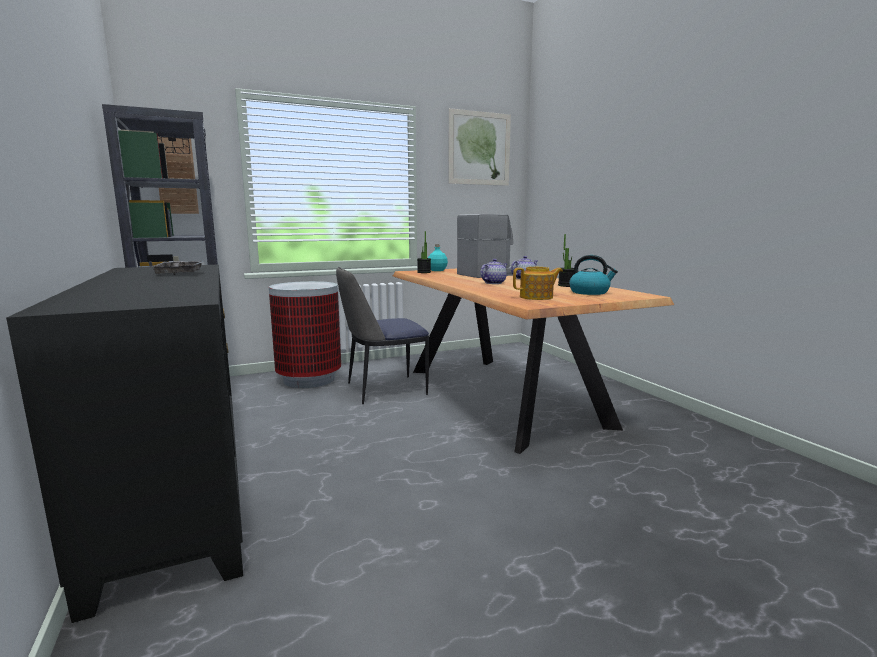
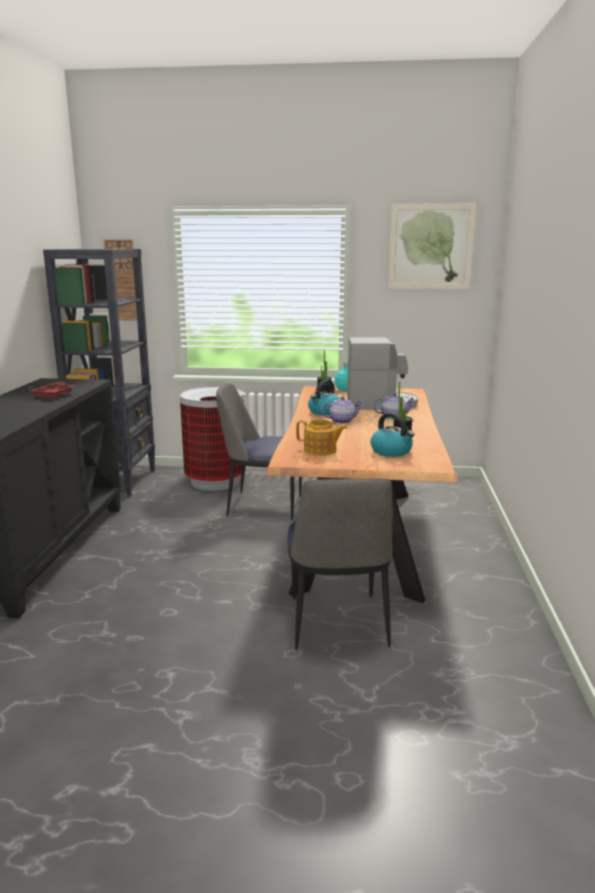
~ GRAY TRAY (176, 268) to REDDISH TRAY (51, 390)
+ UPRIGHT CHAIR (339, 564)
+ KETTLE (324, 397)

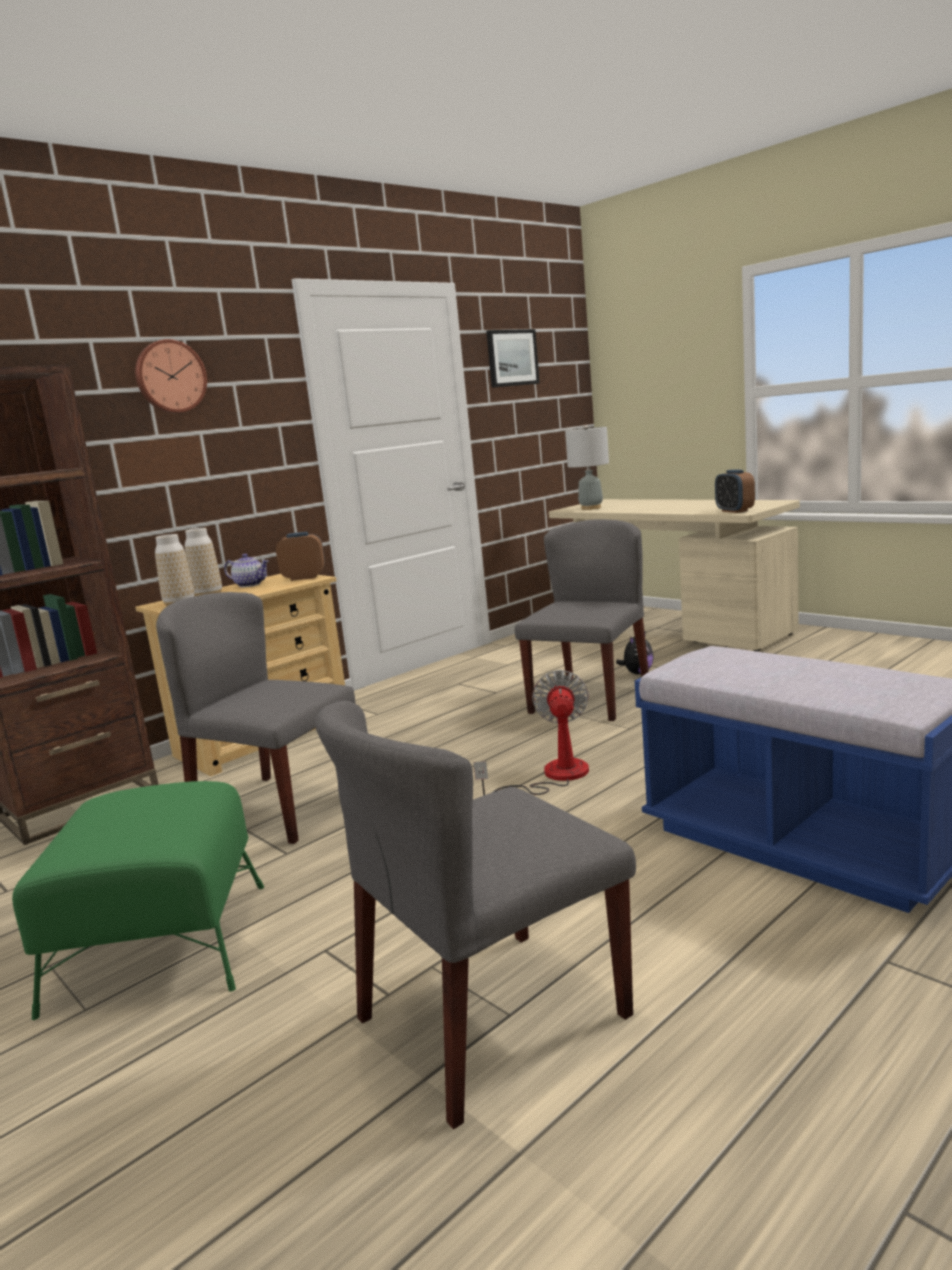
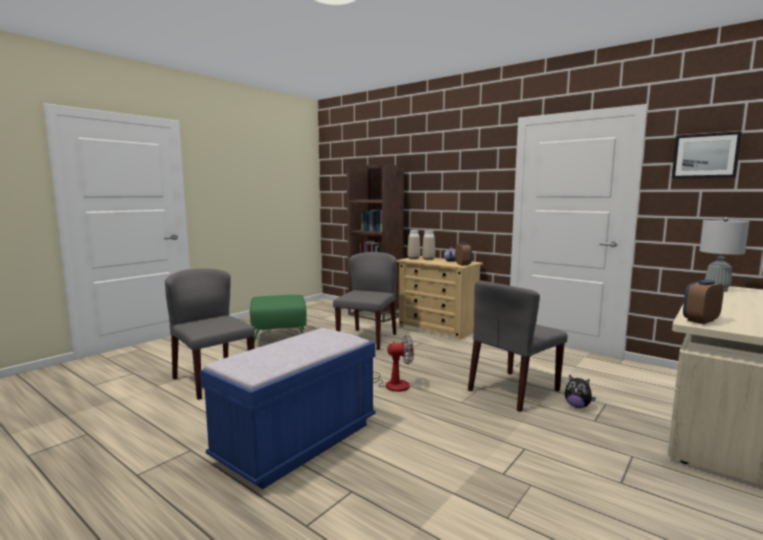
- CLOCK ON THE WALL (171, 376)
~ GRAY UPRIGHT CHAIR (582, 620) = (518, 346) 120 degrees clockwise

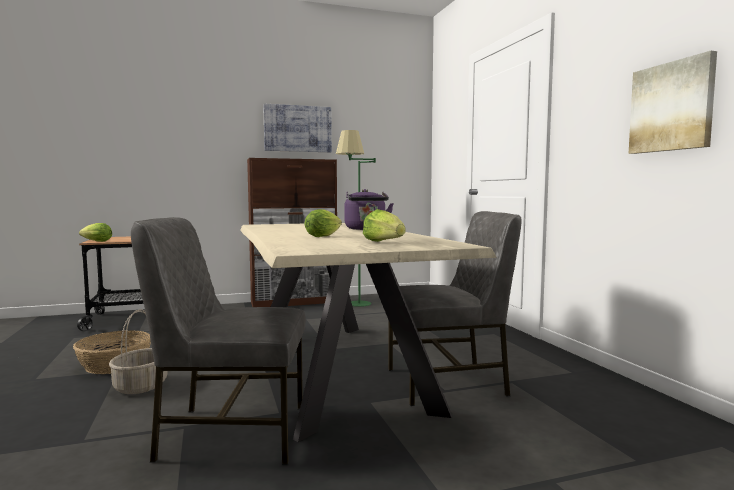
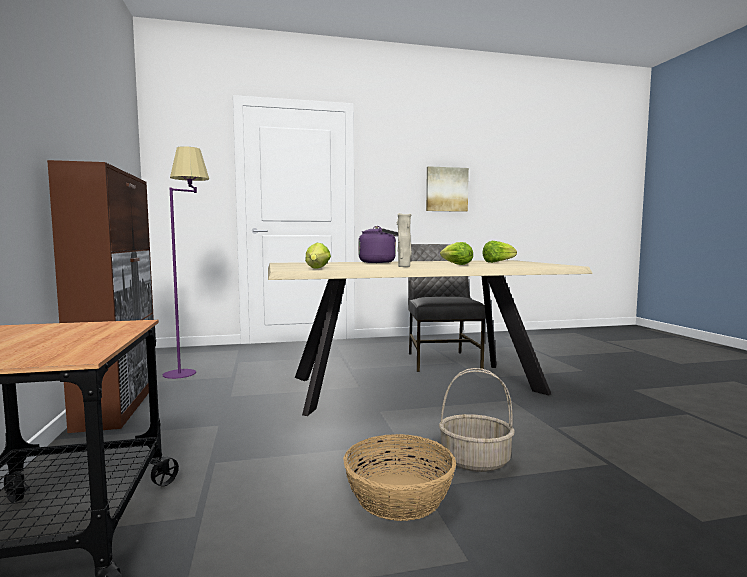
~ LETTUCE (95, 232) to (318, 256)
- GRAY UPRIGHT CHAIR (218, 341)
- PICTURE (297, 128)
~ GREEN-COLOURED FLOOR LAMP (356, 218) to PURPLE-COLOURED FLOOR LAMP (186, 262)
+ BEIGE DECORATIVE VASE (404, 240)

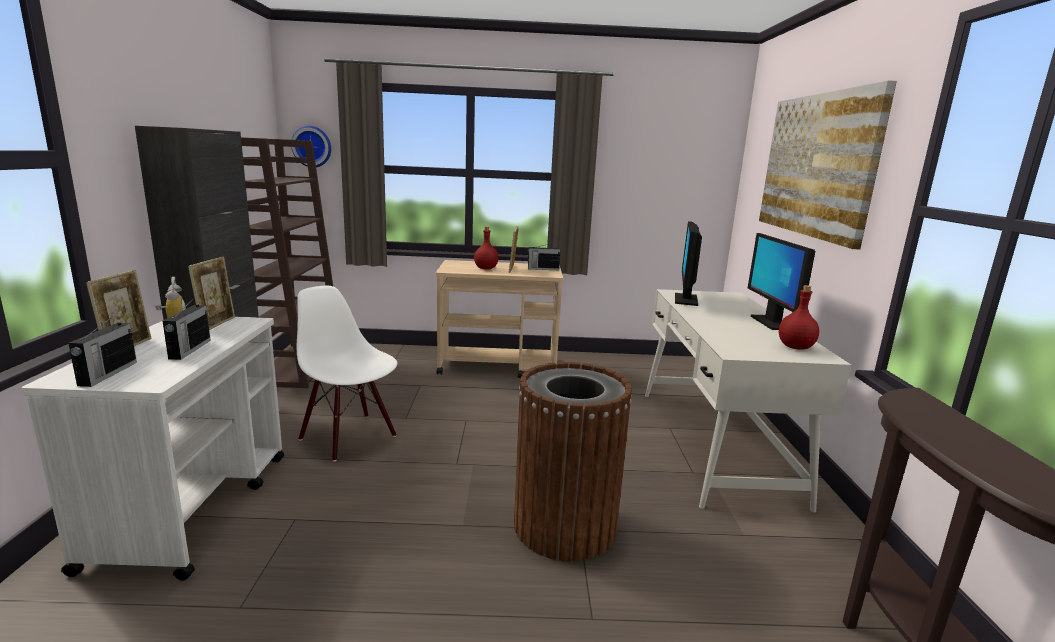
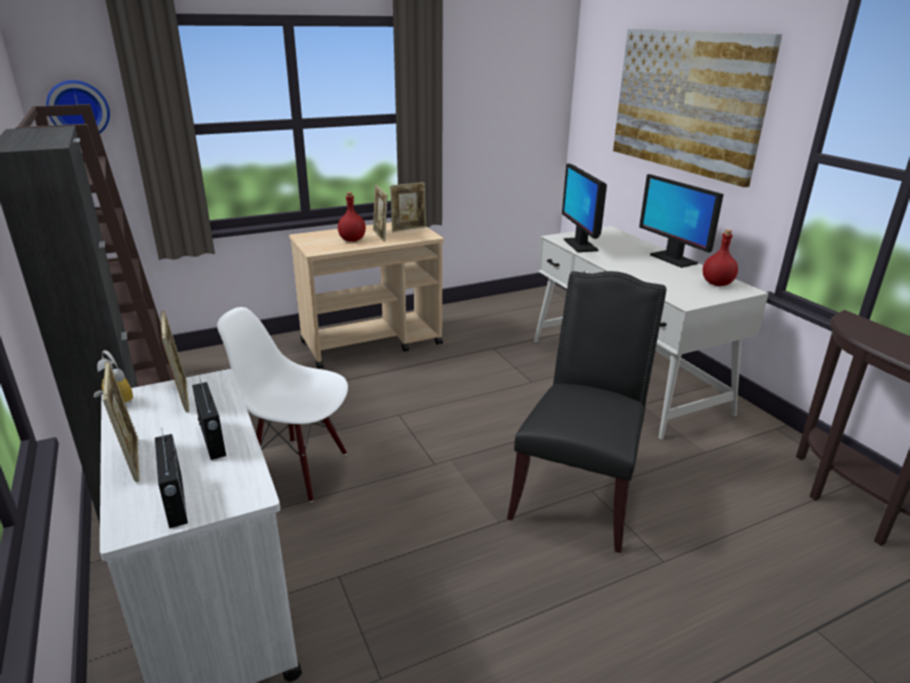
~ BROWNISH TRASH CAN (573, 462) to BLACKISH UPRIGHT CHAIR (586, 412)
~ RADIO (544, 256) to PHOTO FRAME (408, 207)

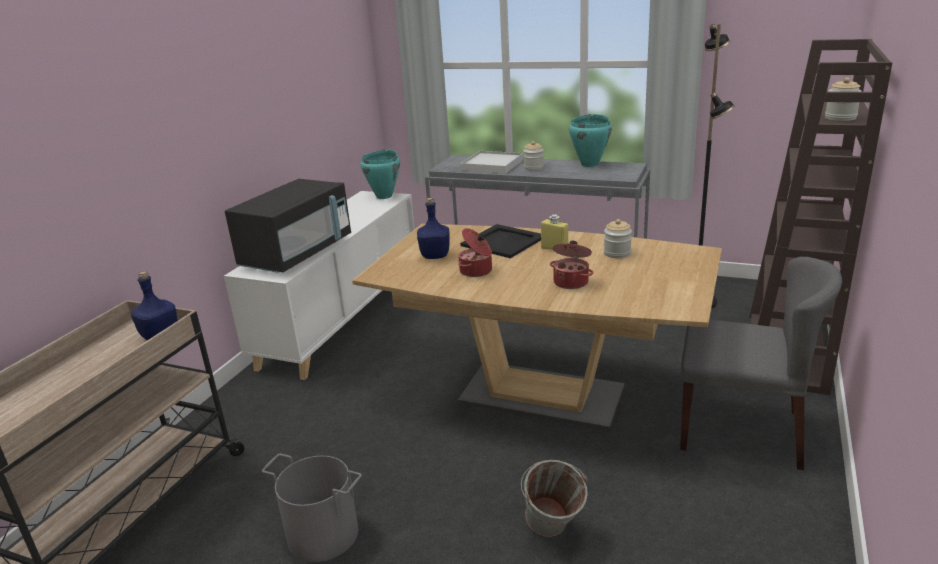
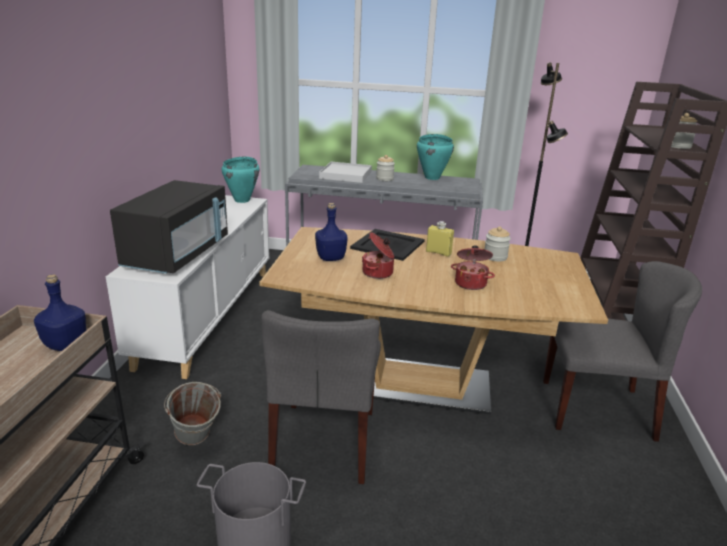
~ GRAY WATER BUCKET (554, 498) to (192, 413)
+ GRAY UPRIGHT CHAIR (321, 397)

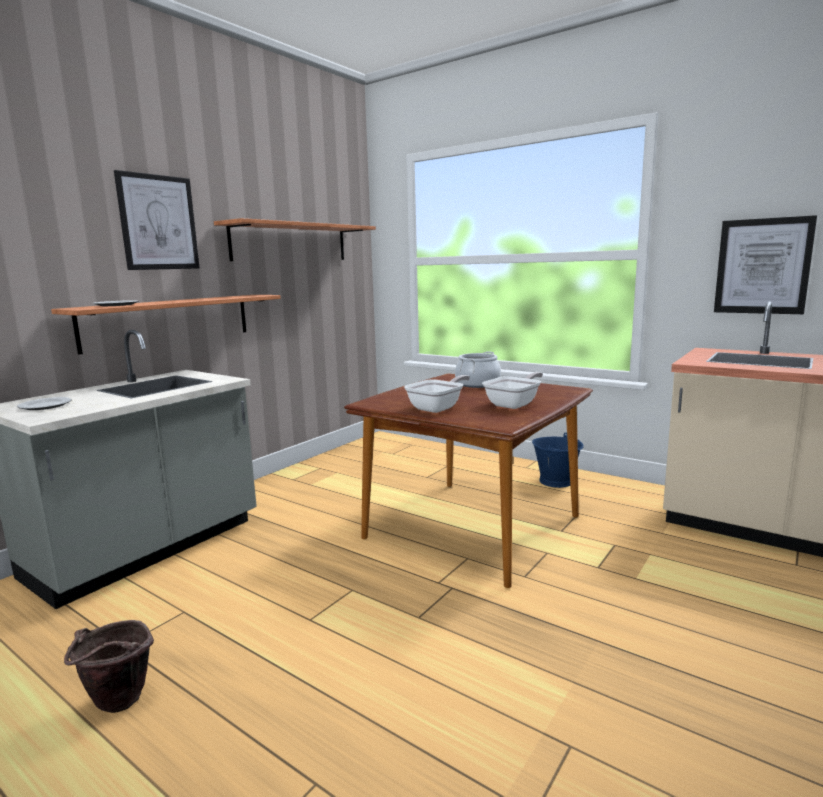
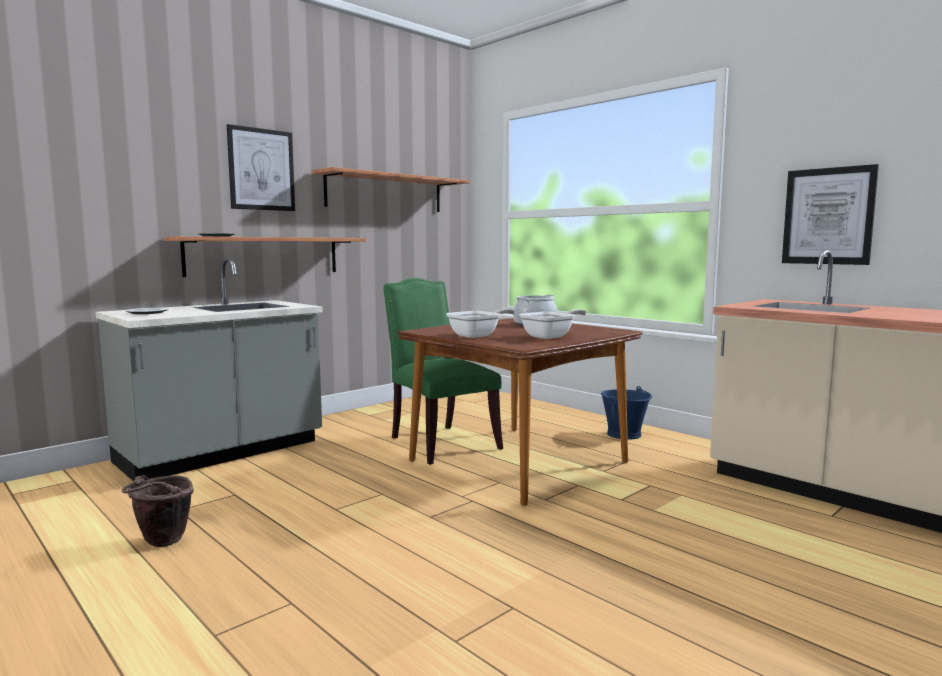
+ GREEN-COLOURED UPRIGHT CHAIR (443, 371)

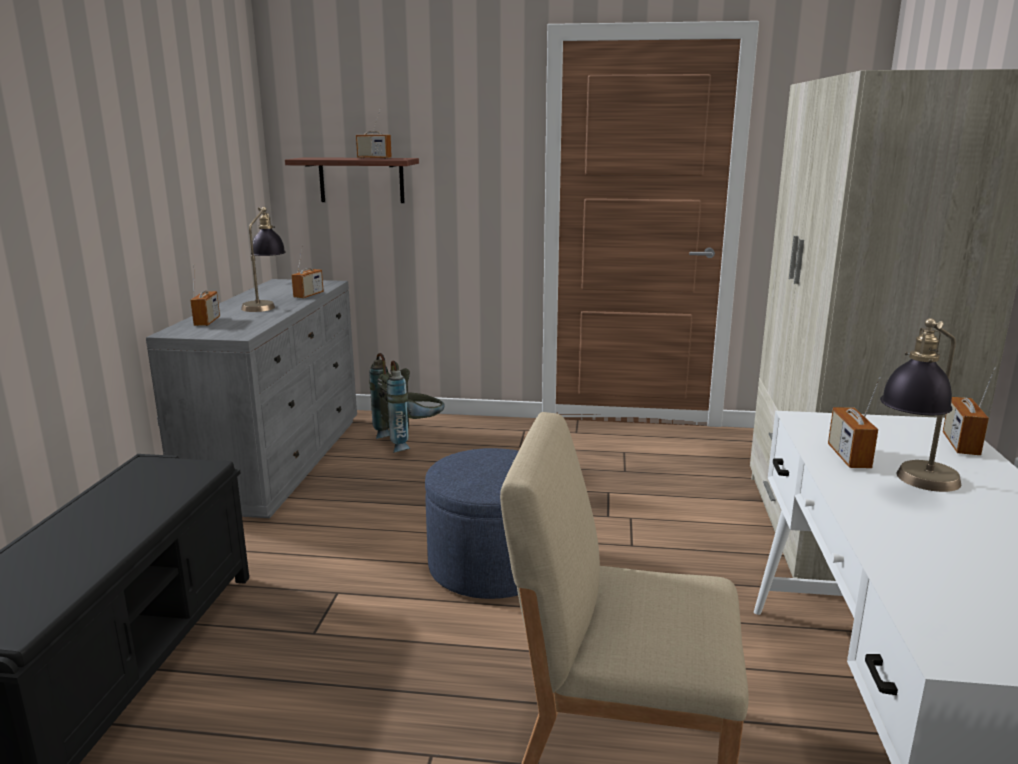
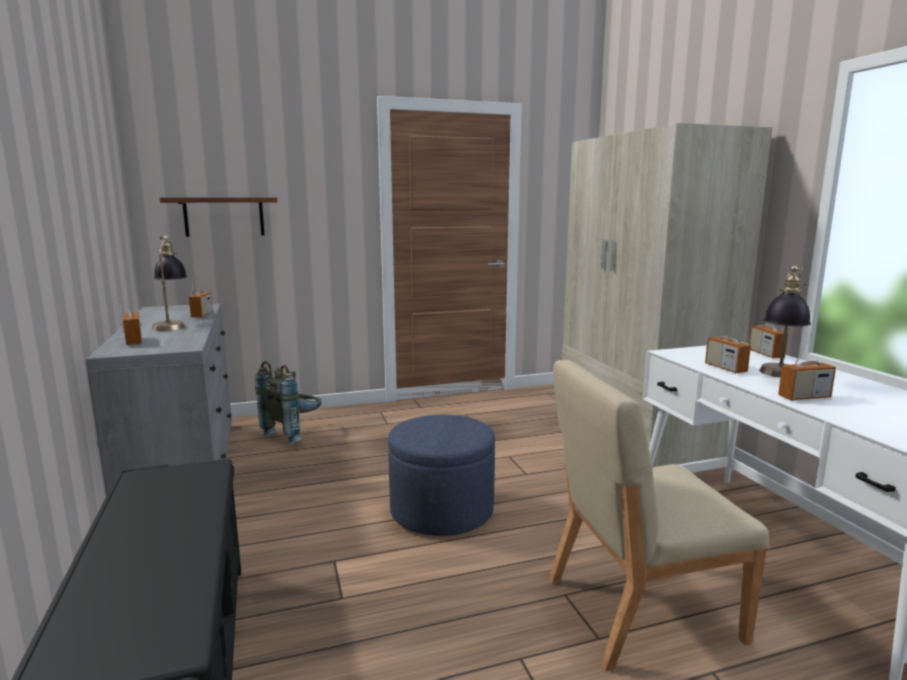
~ RADIO (374, 136) to (807, 364)

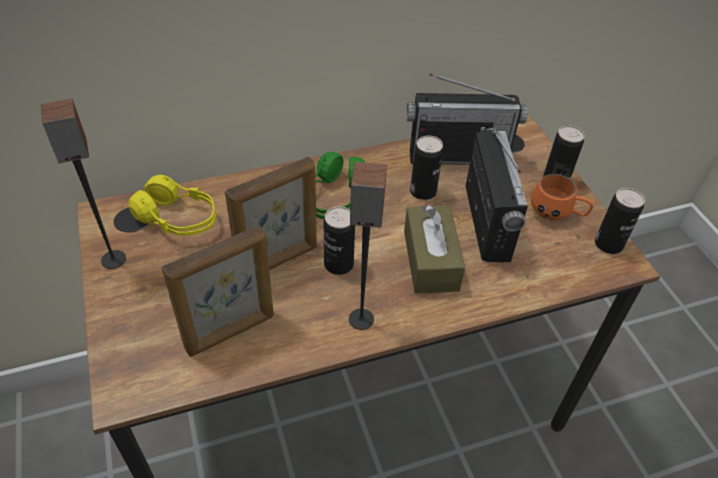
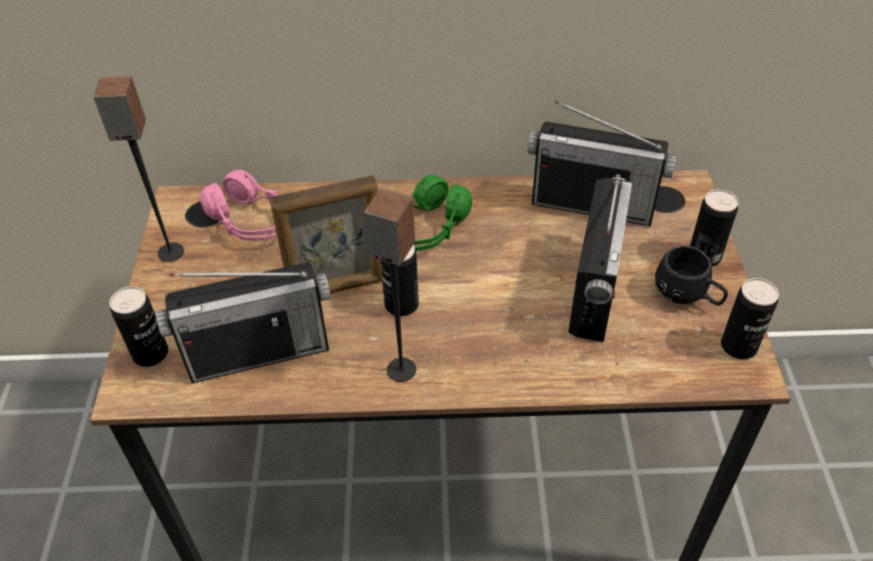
~ YELLOW-COLOURED PAIR OF HEADPHONES (172, 205) to PINKISH PAIR OF HEADPHONES (239, 205)
~ PHOTO FRAME (217, 291) to RADIO (243, 322)
- BROWNISH TISSUE HOLDER (434, 249)
~ CAN (426, 168) to (138, 326)
~ ORANGEY TEA MUG (562, 197) to BLACKISH TEA MUG (691, 275)

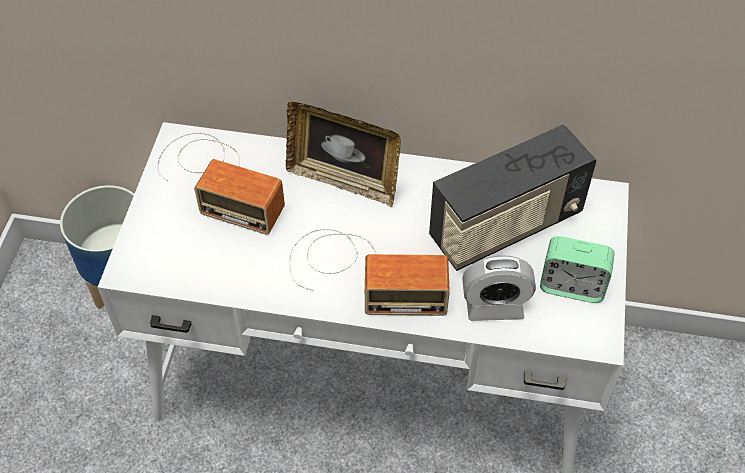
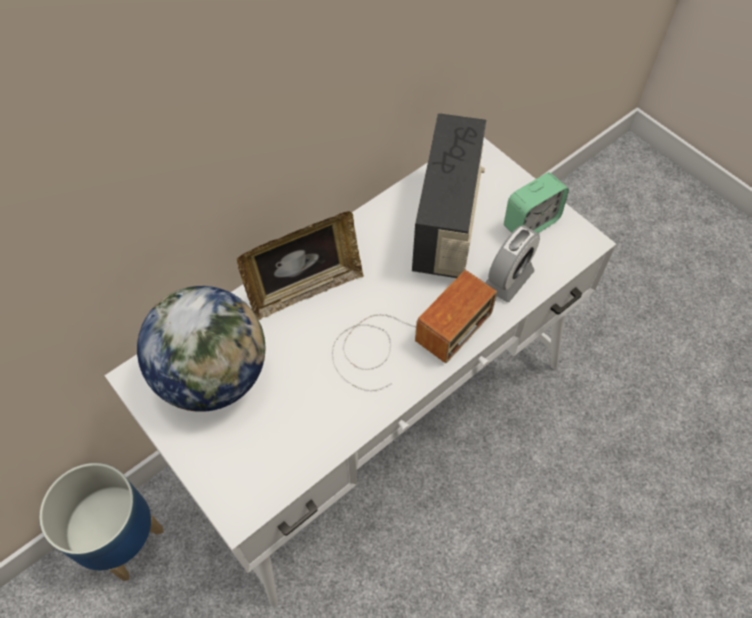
~ RADIO (221, 183) to DESK GLOBE (201, 349)

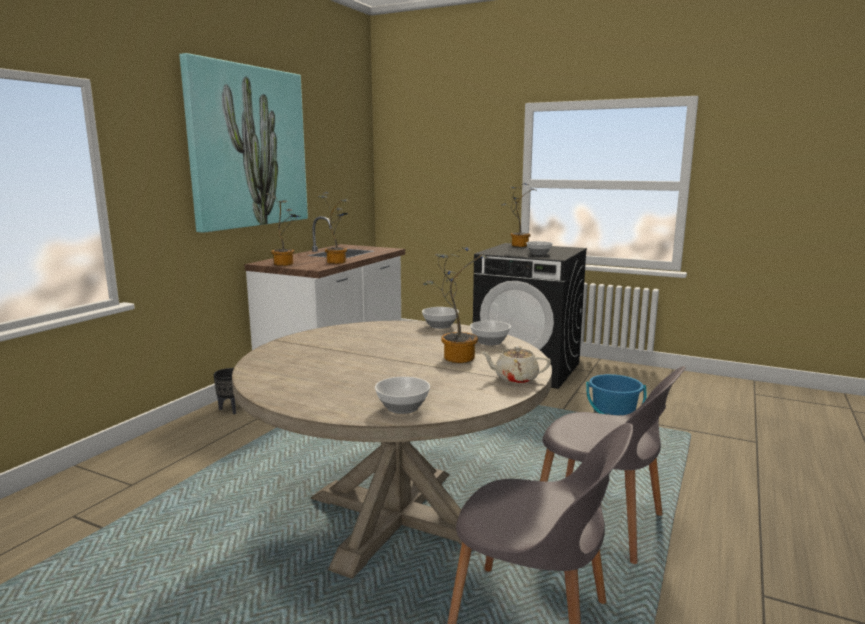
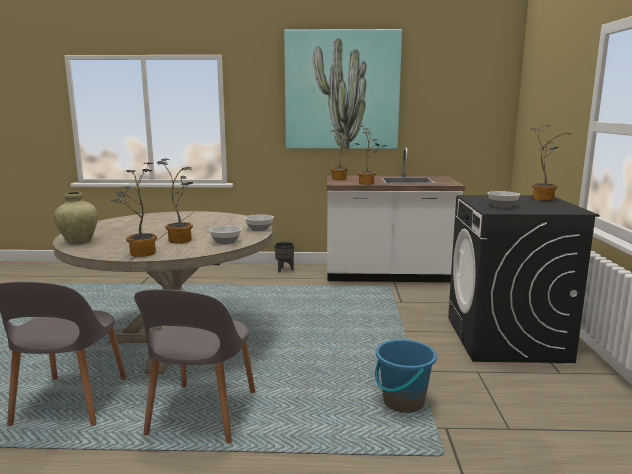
~ SERVING BOWL (402, 395) to BEIGE DECORATIVE VASE (76, 218)
~ BEIGE POT FOR TEA (516, 365) to HOUSEPLANT (133, 209)

